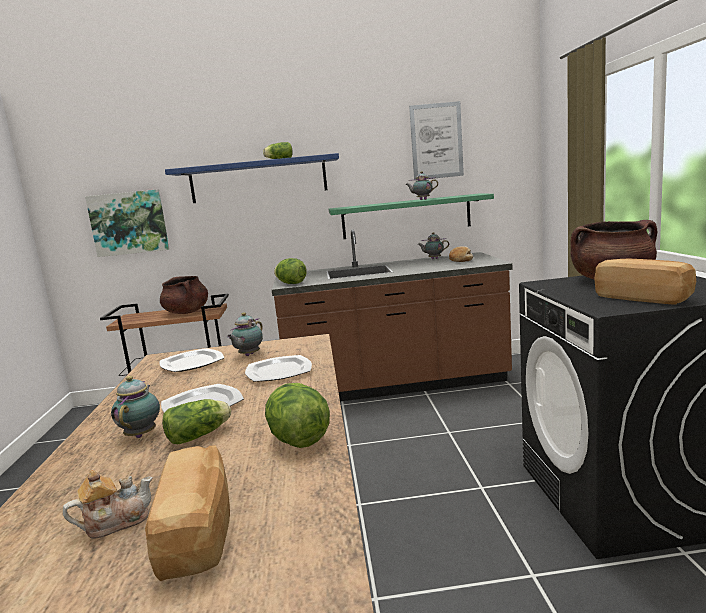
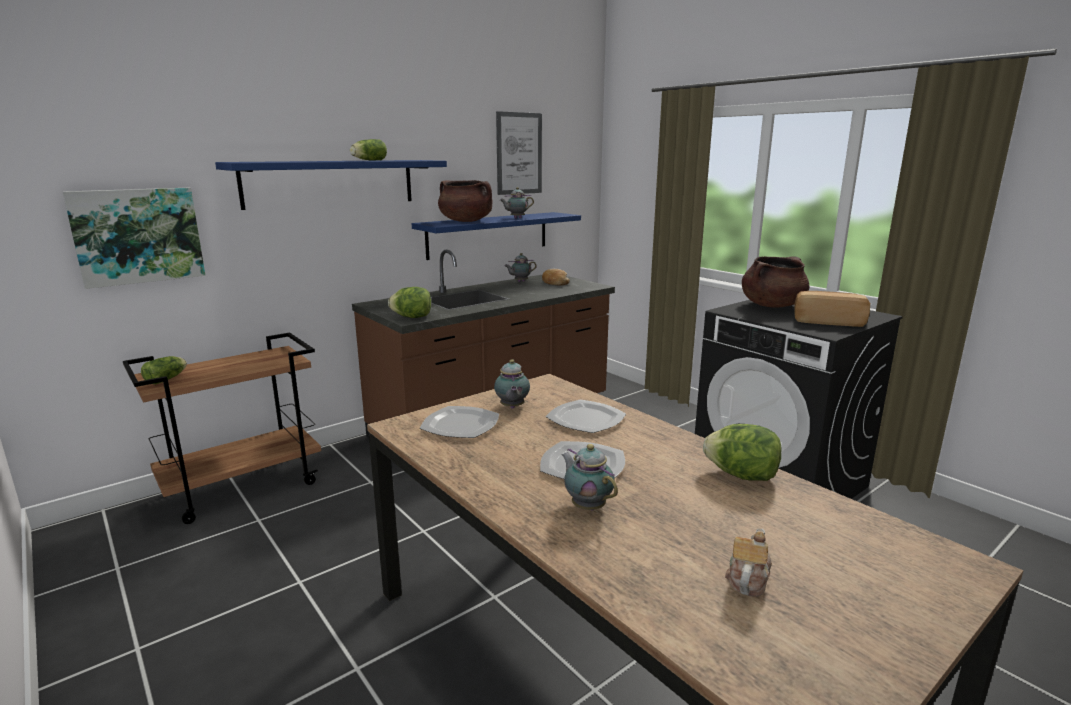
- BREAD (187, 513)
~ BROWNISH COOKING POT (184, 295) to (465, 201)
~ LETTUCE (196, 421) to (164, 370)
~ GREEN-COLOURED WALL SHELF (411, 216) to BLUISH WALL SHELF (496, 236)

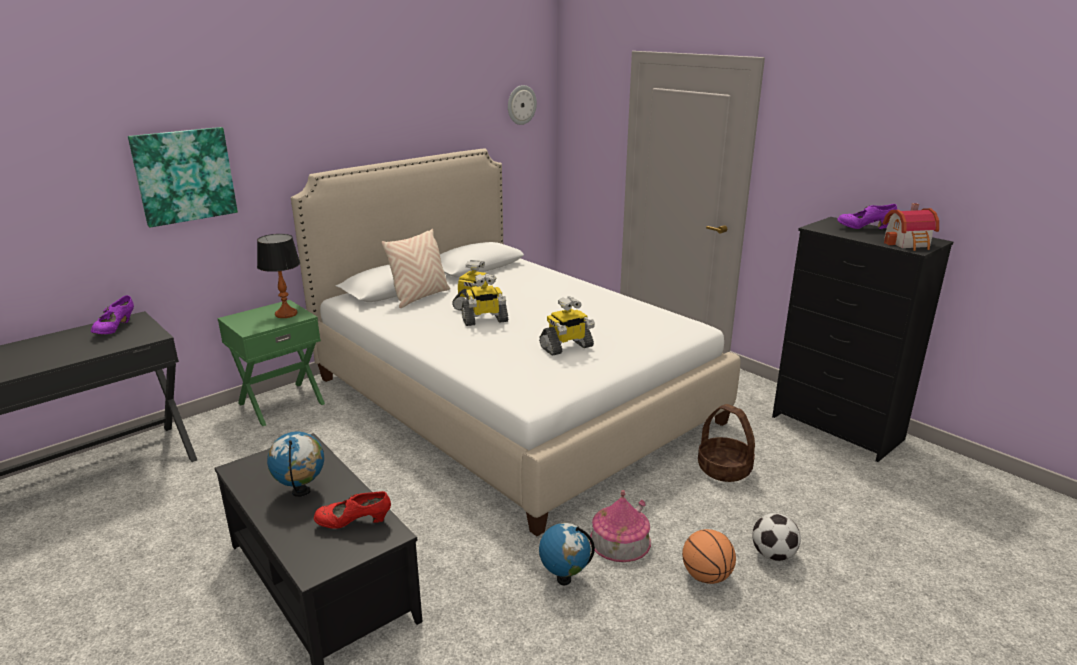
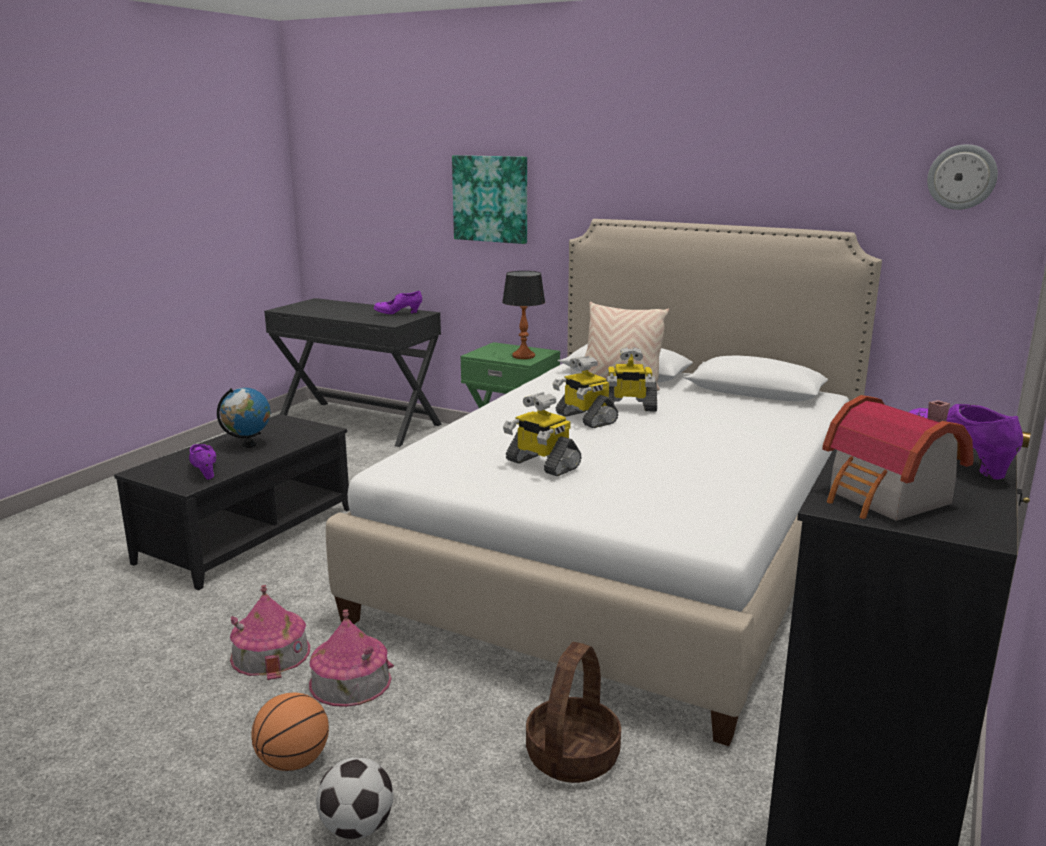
~ REDDISH ITEM OF FOOTWEAR (352, 510) to PURPLE-COLOURED ITEM OF FOOTWEAR (202, 461)
~ DESK GLOBE (567, 554) to MINIATURE HOUSE (270, 632)

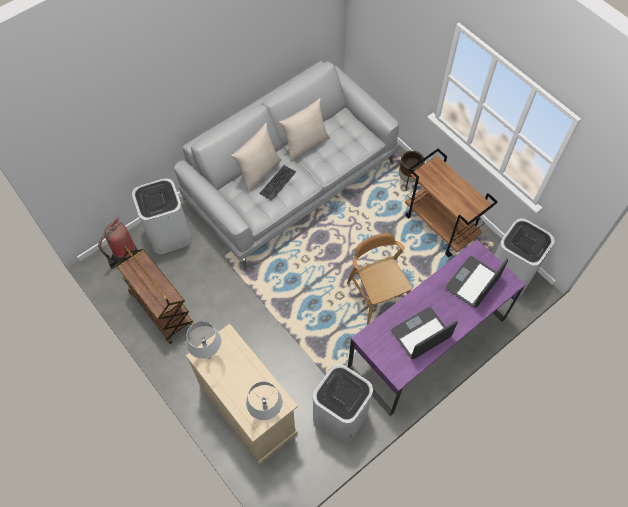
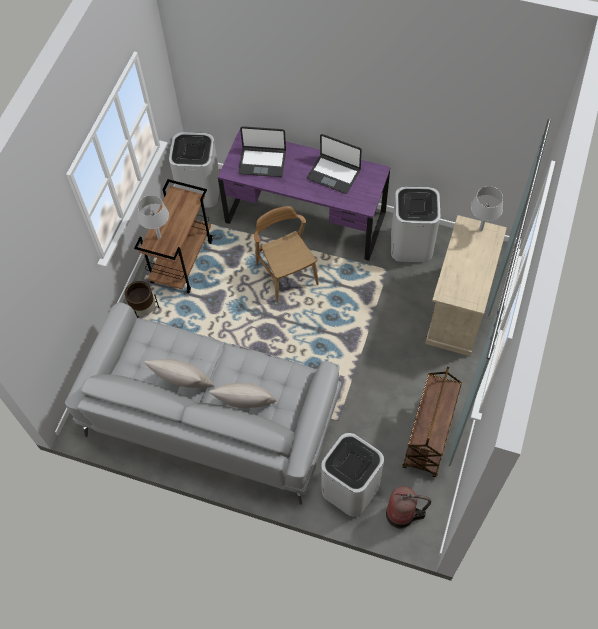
~ GRAY LAMP FOR A TABLE (204, 340) to (153, 217)
- COMPUTER KEYBOARD (277, 183)
~ BROWNISH UPRIGHT CHAIR (380, 278) = (286, 254) 120 degrees clockwise

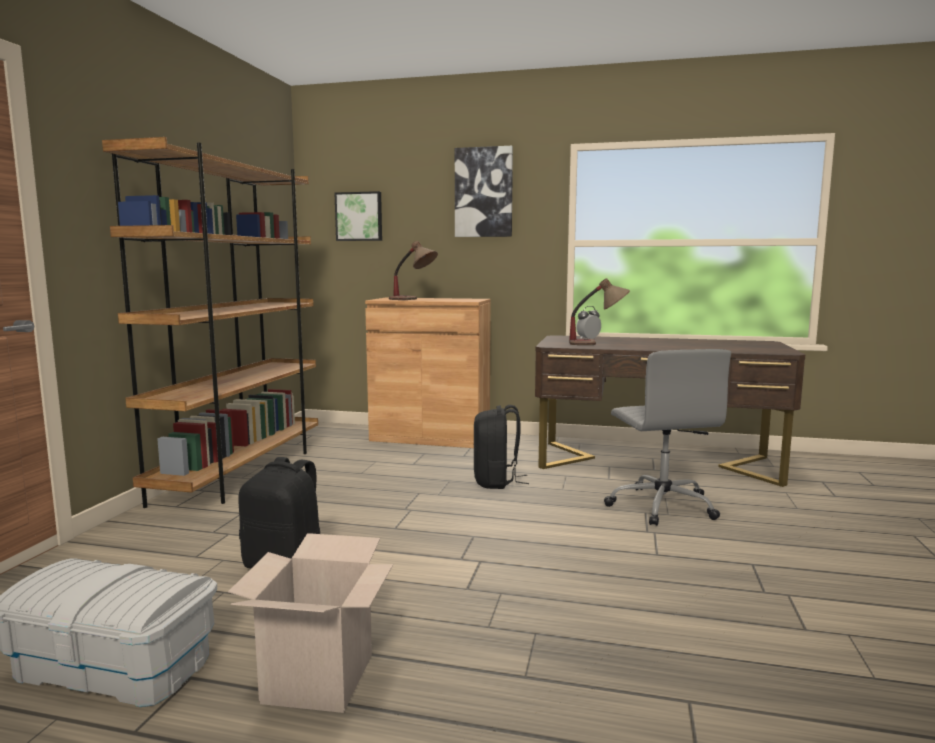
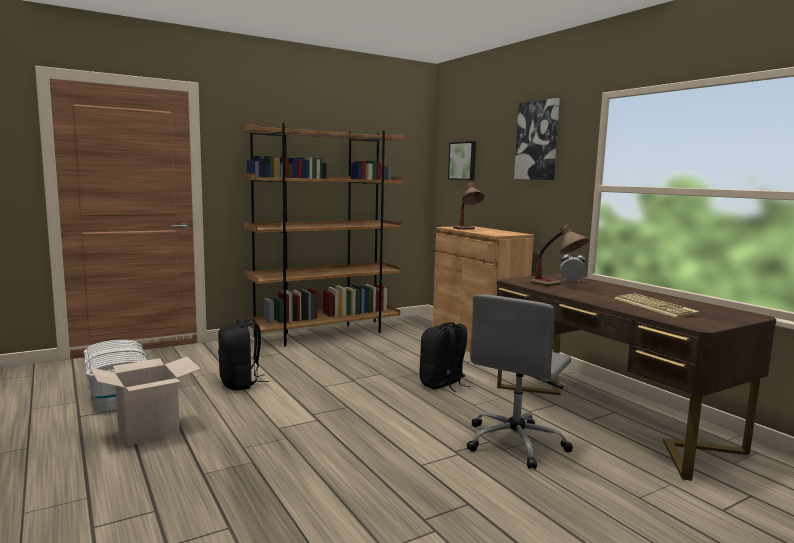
+ COMPUTER KEYBOARD (657, 305)

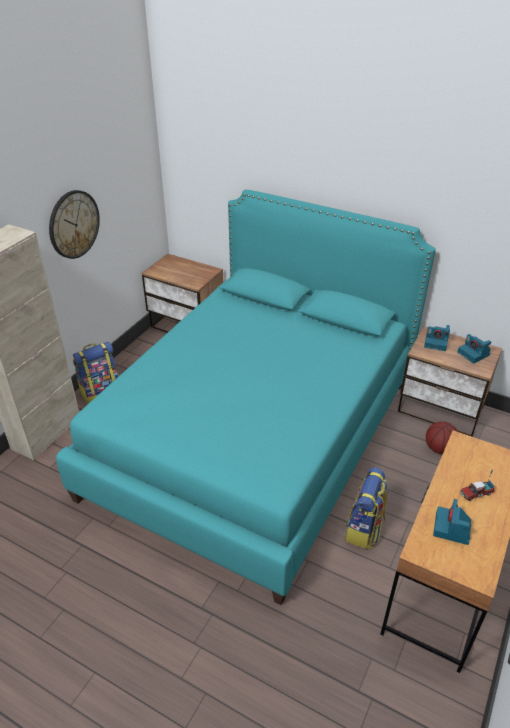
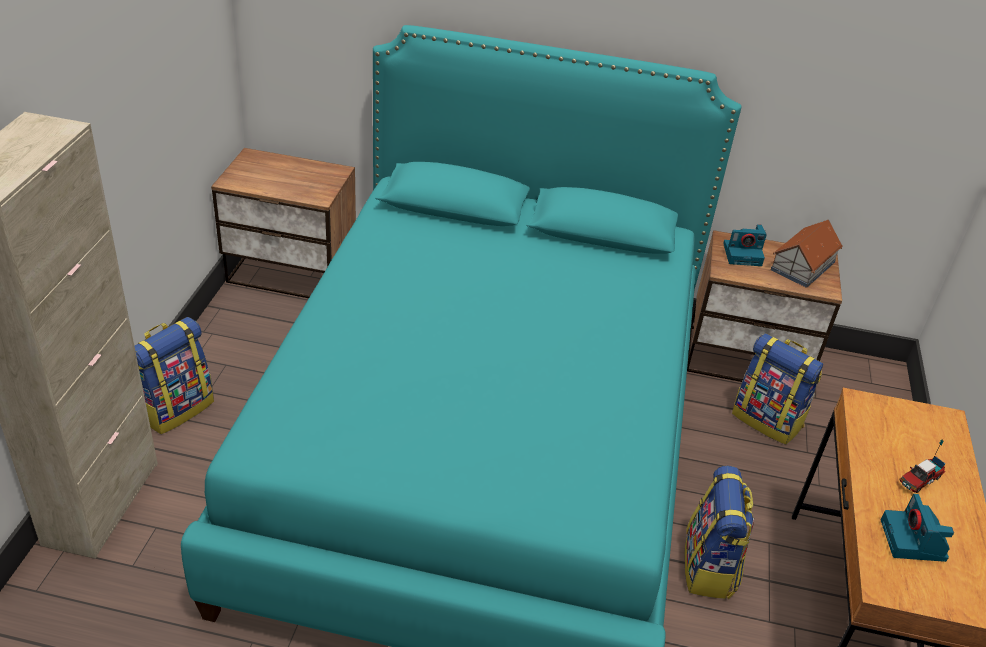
- CLOCK ON THE WALL (74, 224)
~ BASKETBALL BALL (442, 437) to KNAPSACK (777, 389)
~ STILL CAMERA (474, 348) to MINIATURE HOUSE (806, 254)

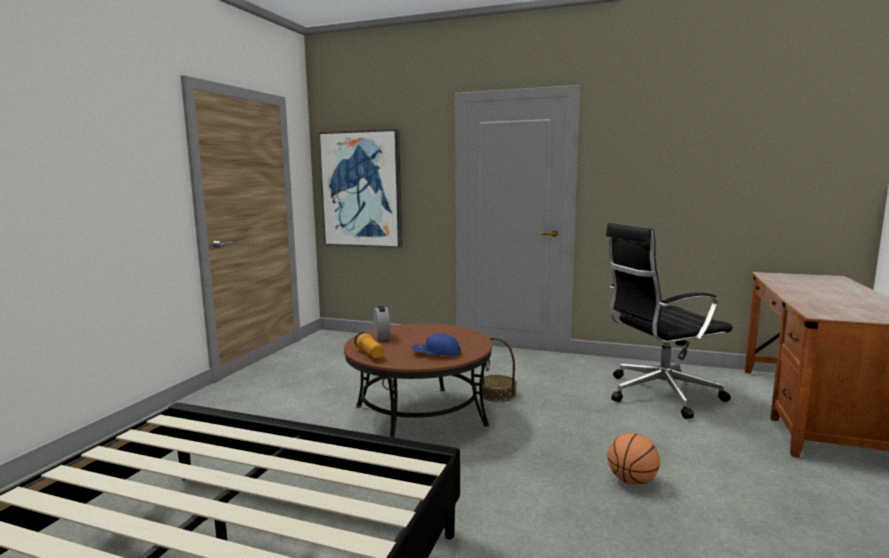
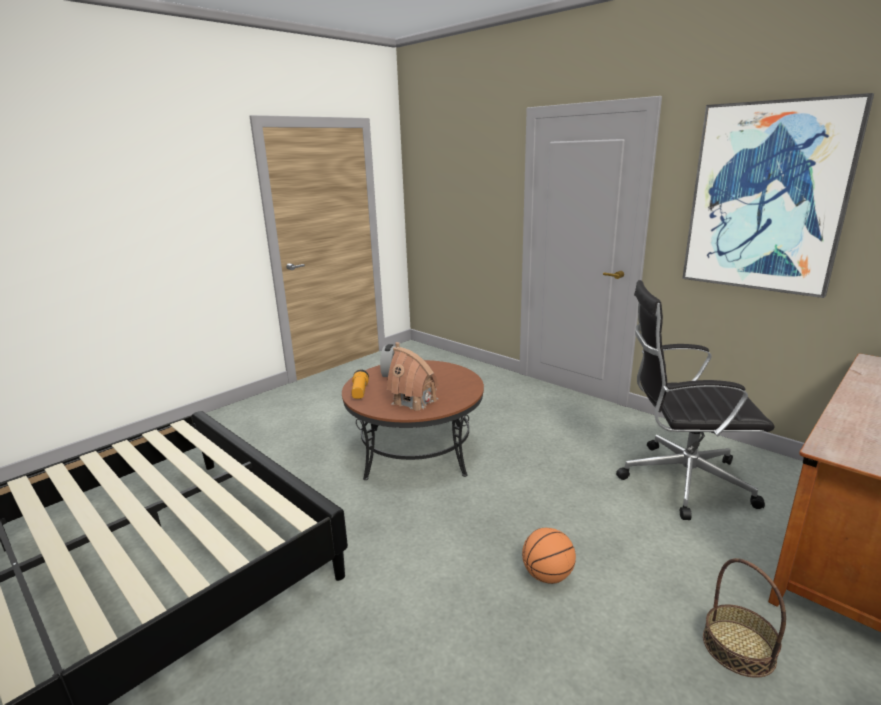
~ PICTURE (360, 188) to (778, 195)
~ BLUISH BASEBALL CAP (436, 344) to MINIATURE HOUSE (413, 376)
~ BASKET (498, 369) to (744, 618)

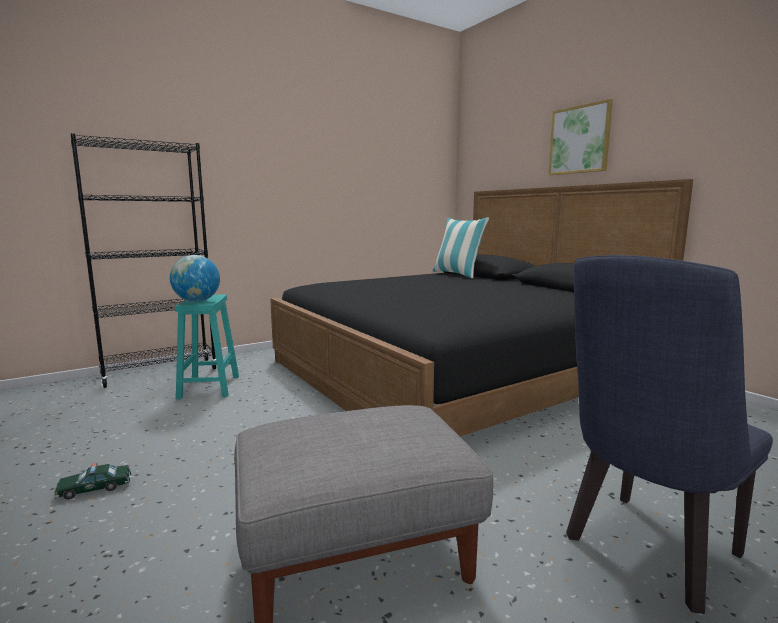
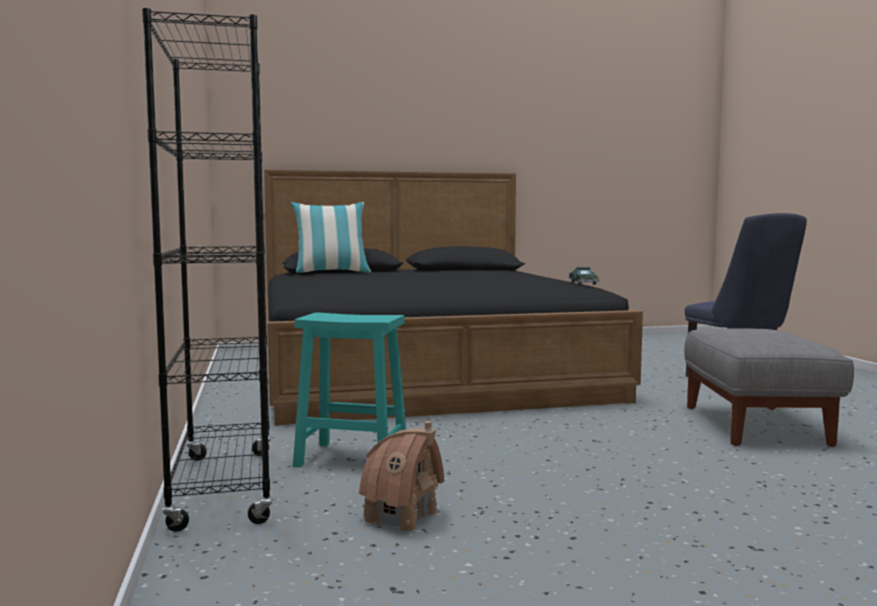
~ TOY CAR (92, 481) to (583, 276)
- DESK GLOBE (195, 278)
- PICTURE (580, 137)
+ MINIATURE HOUSE (402, 477)

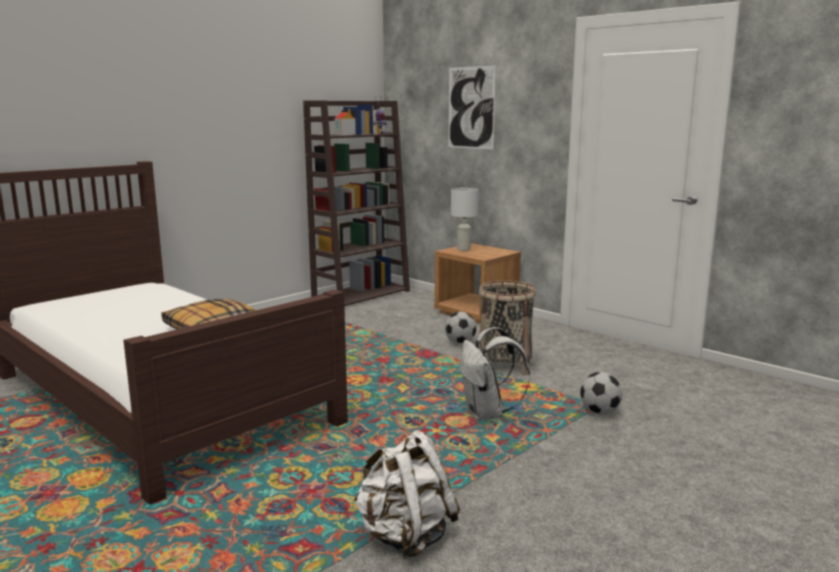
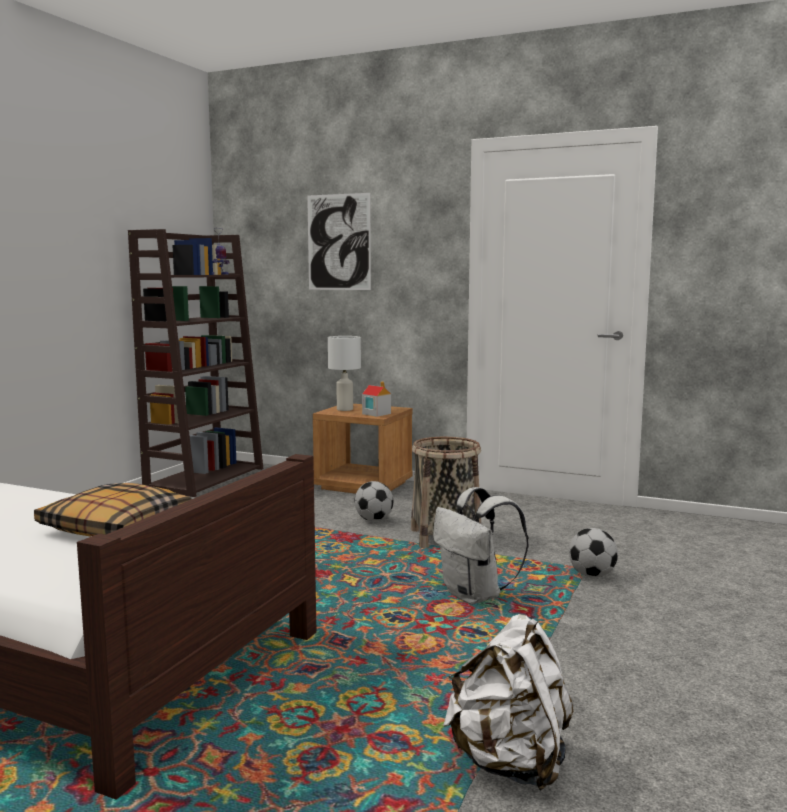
~ MINIATURE HOUSE (345, 122) to (376, 399)

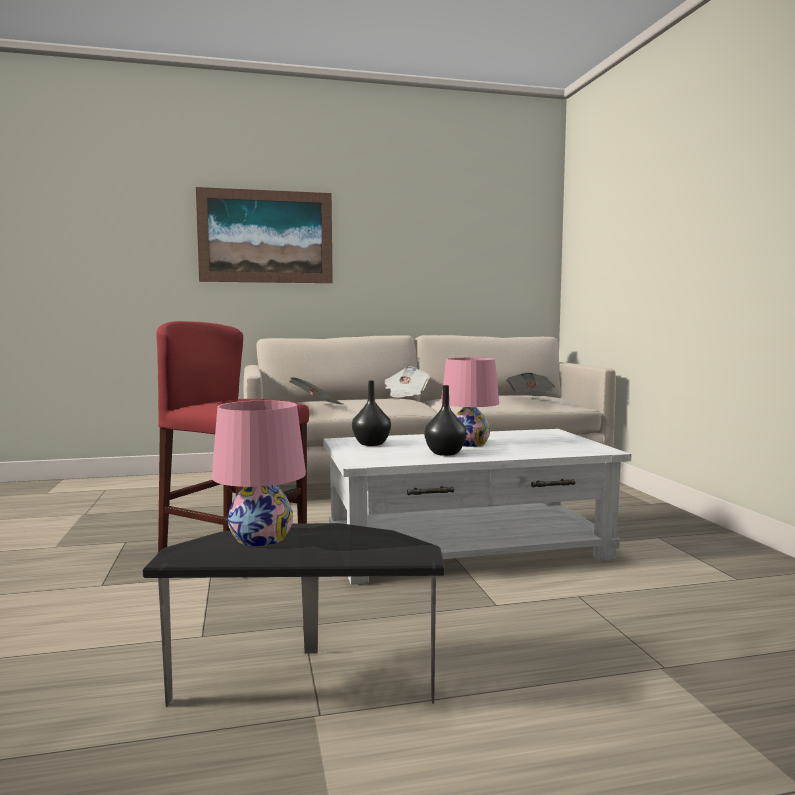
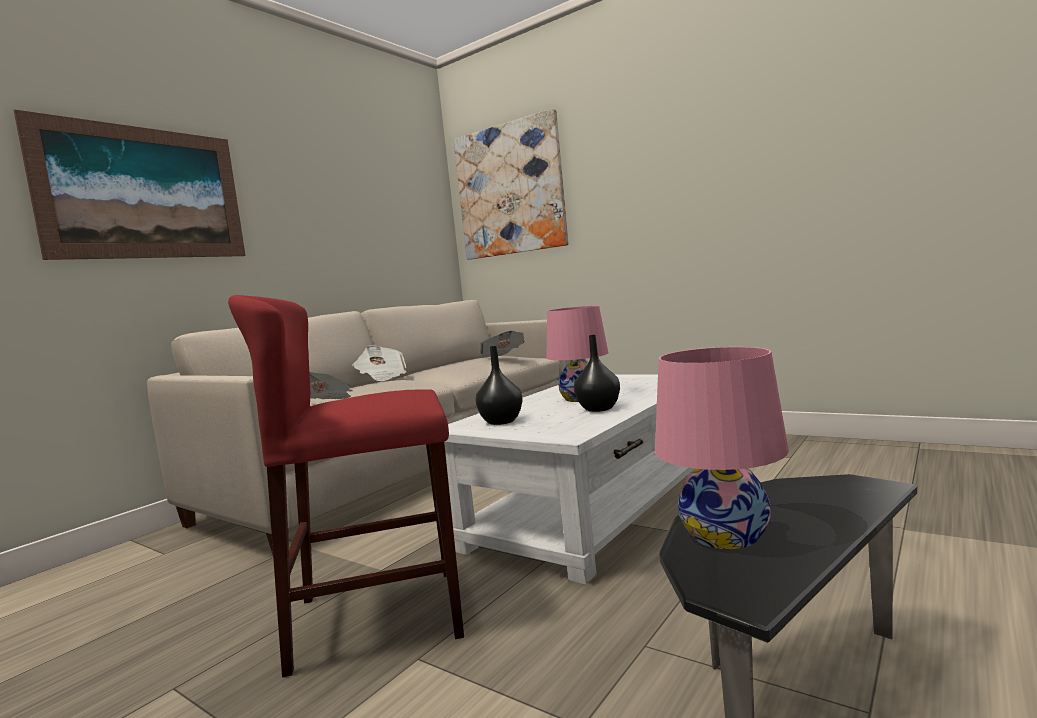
+ PICTURE (511, 184)

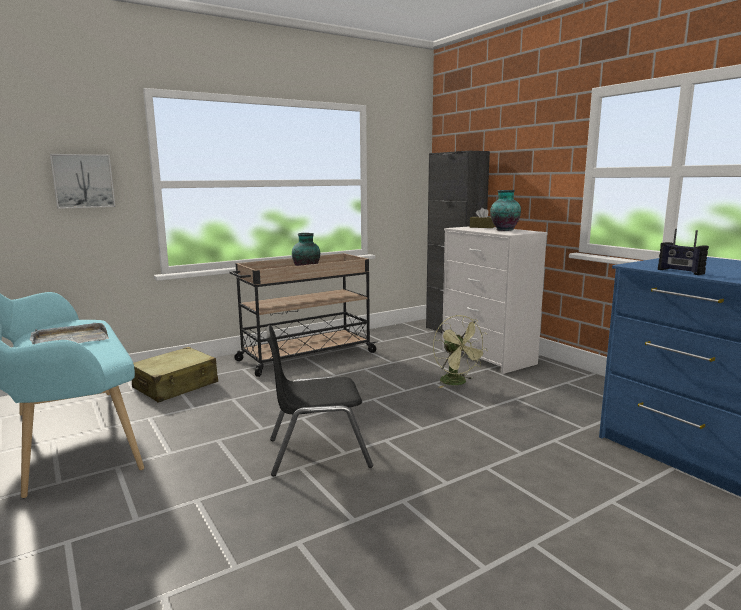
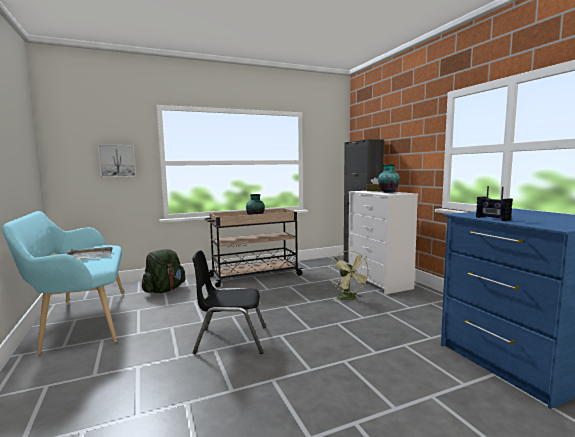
~ BEIGE SUITCASE (175, 375) to GREEN-COLOURED KNAPSACK (164, 271)

